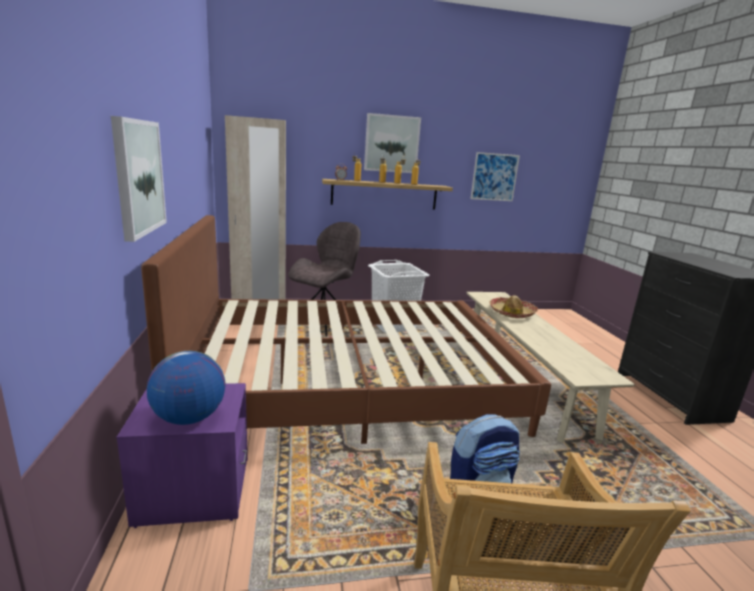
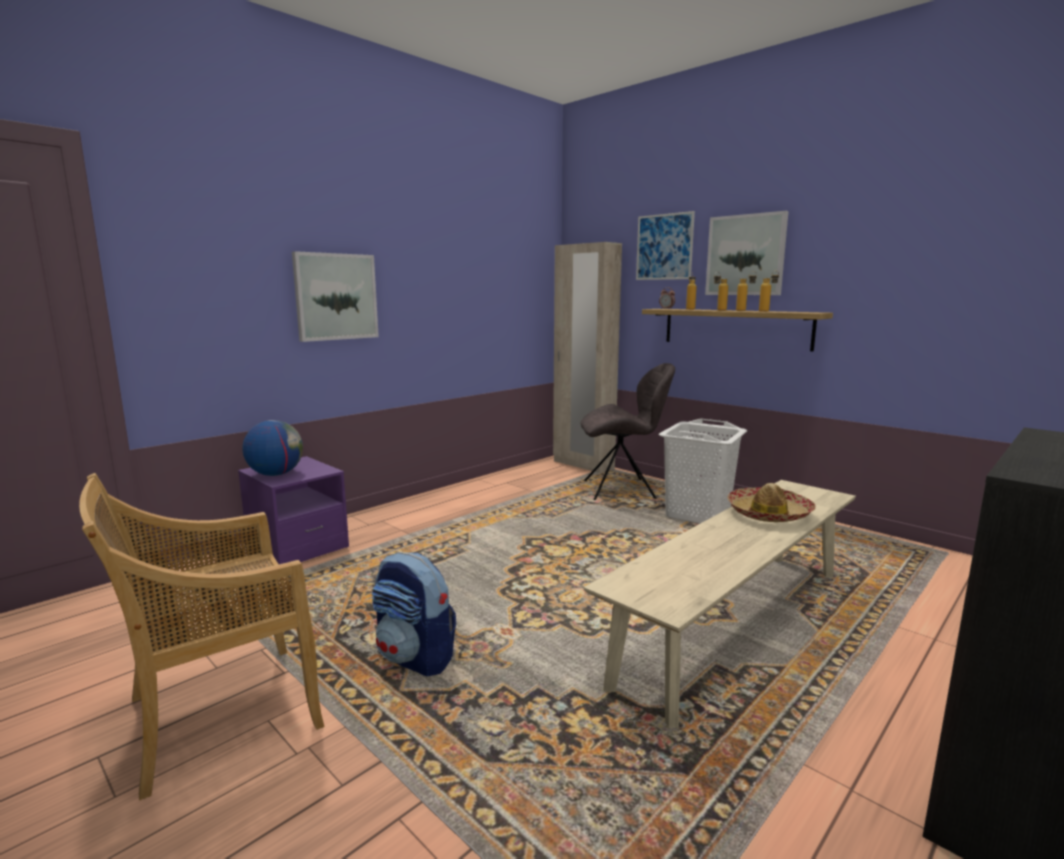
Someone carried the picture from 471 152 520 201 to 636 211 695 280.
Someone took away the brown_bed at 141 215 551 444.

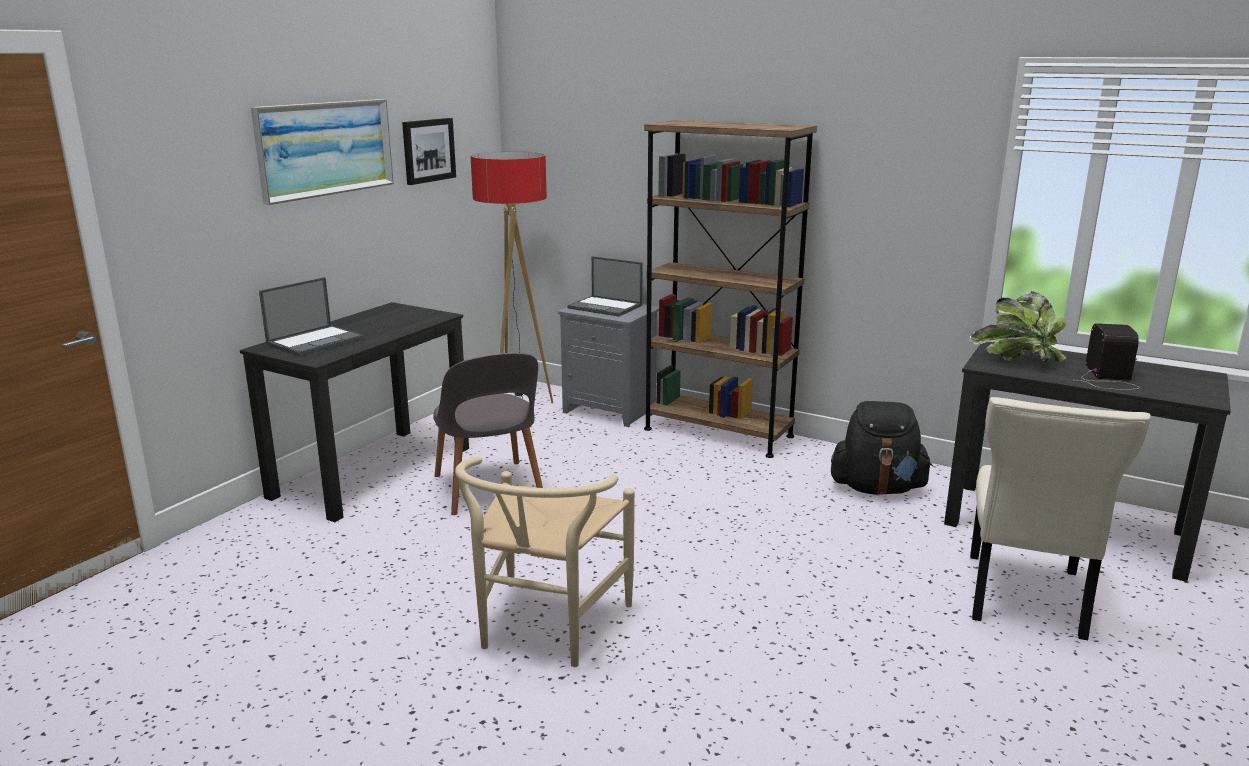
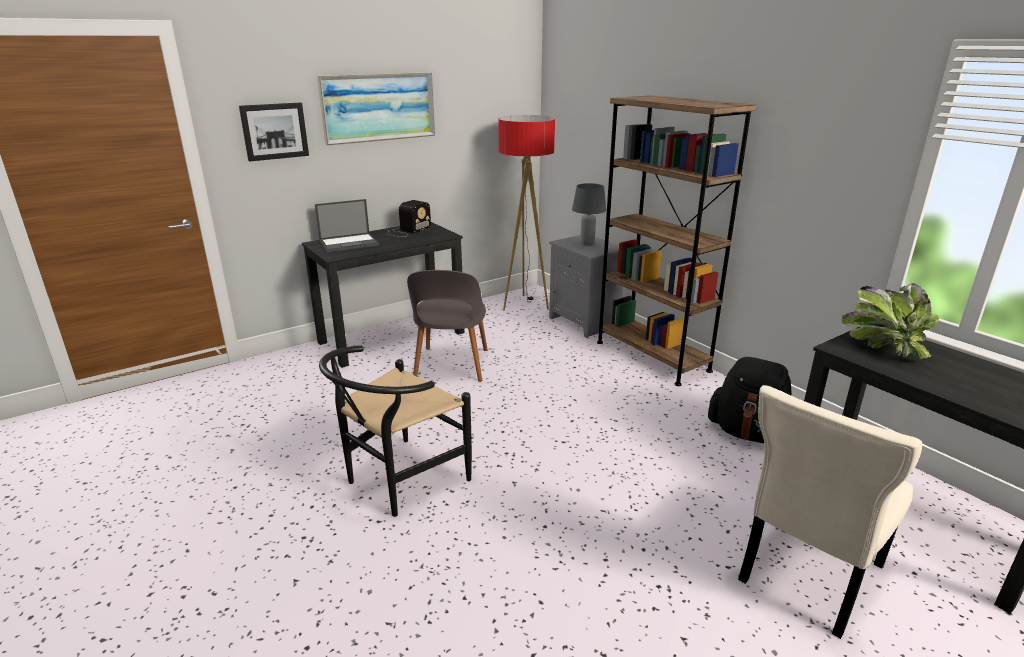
Someone carried the picture from 402 118 456 185 to 239 102 309 162.
Someone repainted the beige_chair at 455 456 635 667, which became the black_chair at 319 346 472 517.
Someone carried the radio from 1075 323 1140 390 to 386 200 431 237.
Someone swapped the laptop at 568 256 643 317 for the grey_table_lamp at 572 183 606 245.

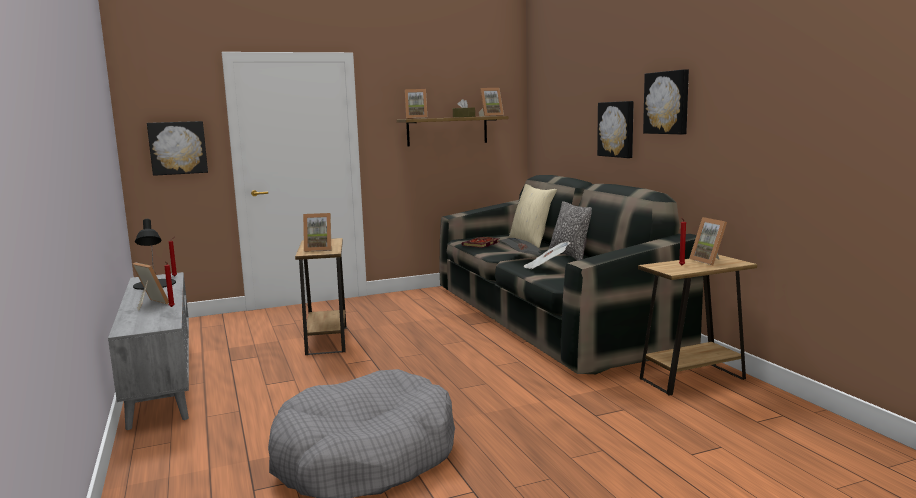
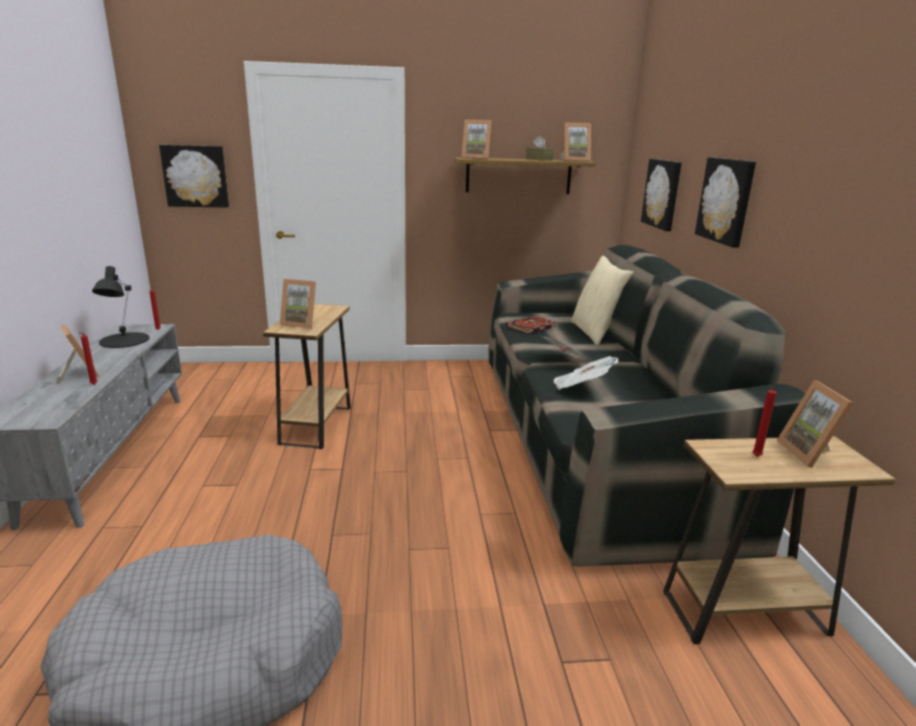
Someone carried the picture from 643 69 689 134 to 641 159 682 231.
Someone took away the pillow at 548 201 592 260.

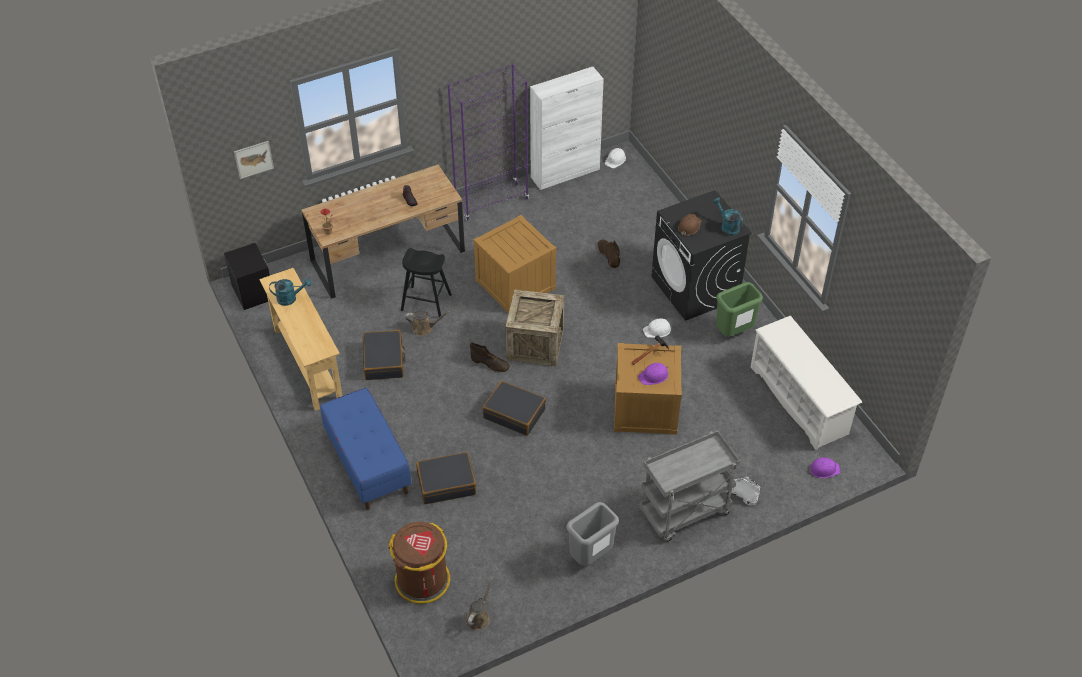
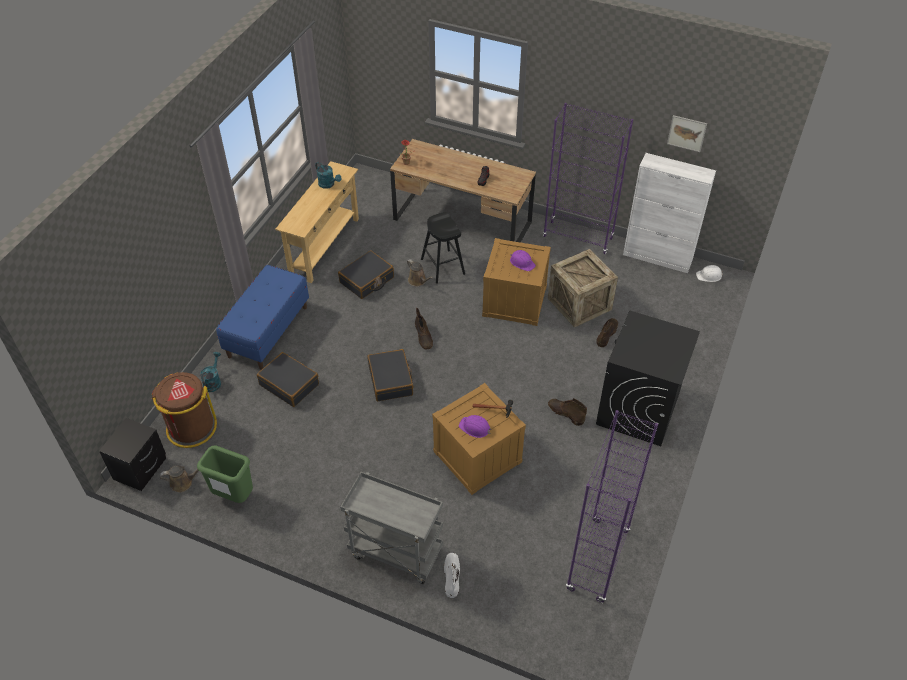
Someone carried the black_nightstand from 224 243 270 310 to 99 418 166 491.
Someone carried the green_trash_can from 716 282 763 337 to 197 445 253 503.
Someone carried the turquoise_watering_can from 713 197 743 236 to 200 352 221 392.
Someone carried the purple_hard_hat from 808 457 841 478 to 510 250 536 271.
Someone carried the crate from 505 289 564 366 to 548 249 618 327.
Someone swapped the white_hard_hat at 643 318 672 338 for the brown_boot at 548 398 587 426.
Someone swapped the white_shoe_rack at 751 316 862 450 for the purple_bookcase at 566 410 658 603.
Someone carried the picture from 234 141 274 179 to 667 115 707 152.
Someone took away the grey_trash_can at 566 502 619 566.
Someone took away the brown_hard_hat at 678 214 701 236.

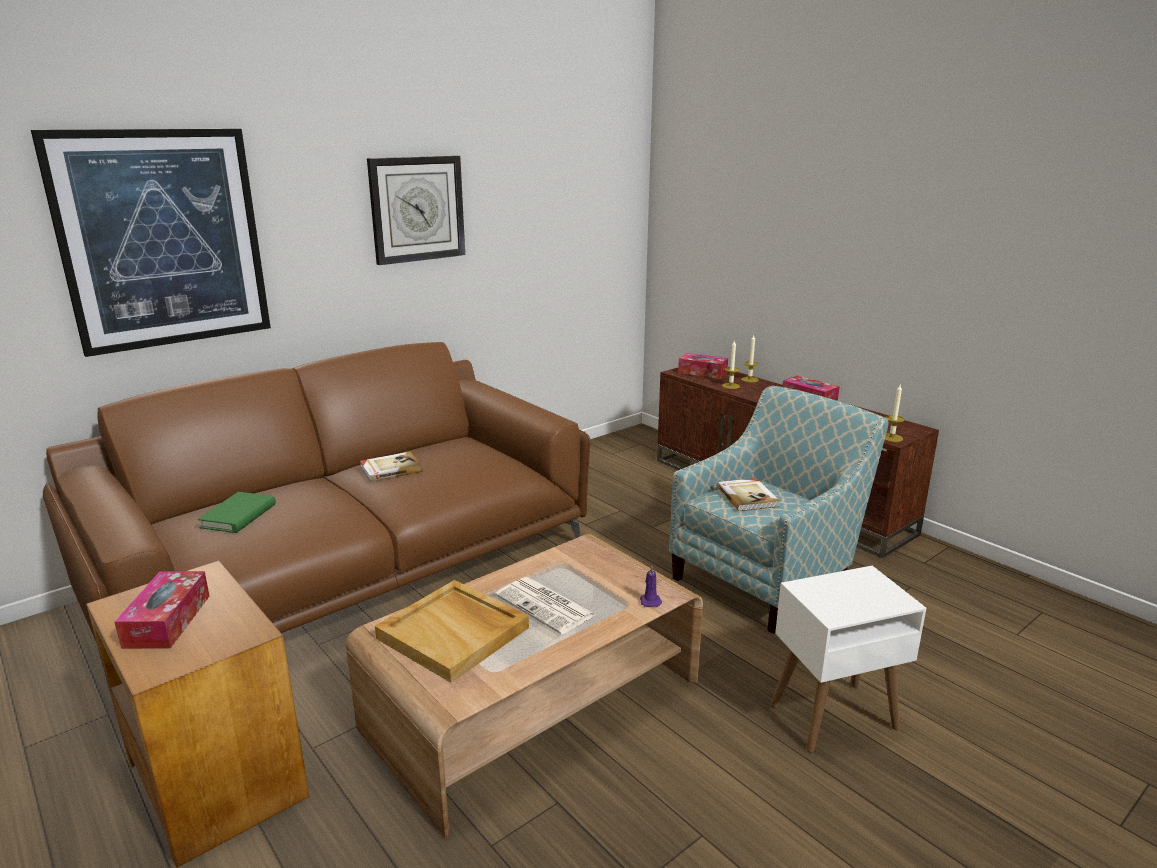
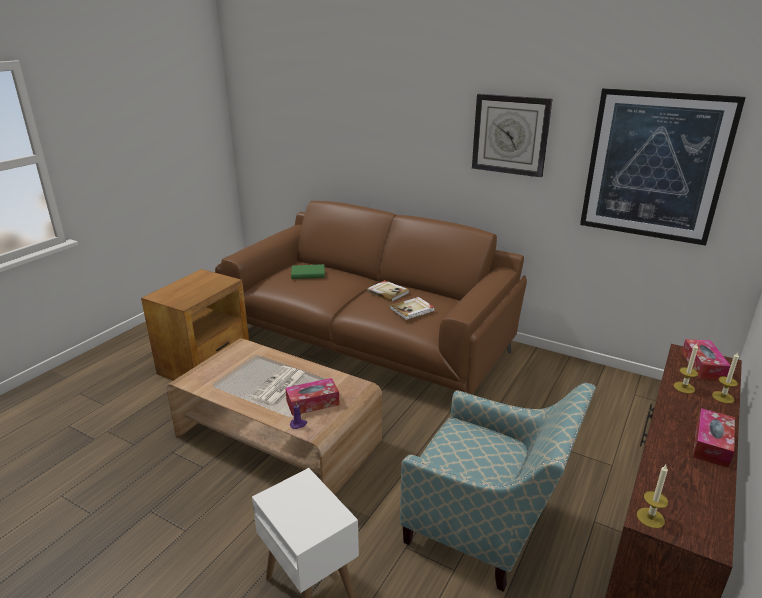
Someone carried the tissue_box from 114 571 210 649 to 285 378 340 416.
Someone carried the book from 716 478 780 511 to 390 297 435 320.
Someone carried the picture from 31 129 271 357 to 580 88 746 246.
Someone took away the beige_tray at 375 580 529 683.

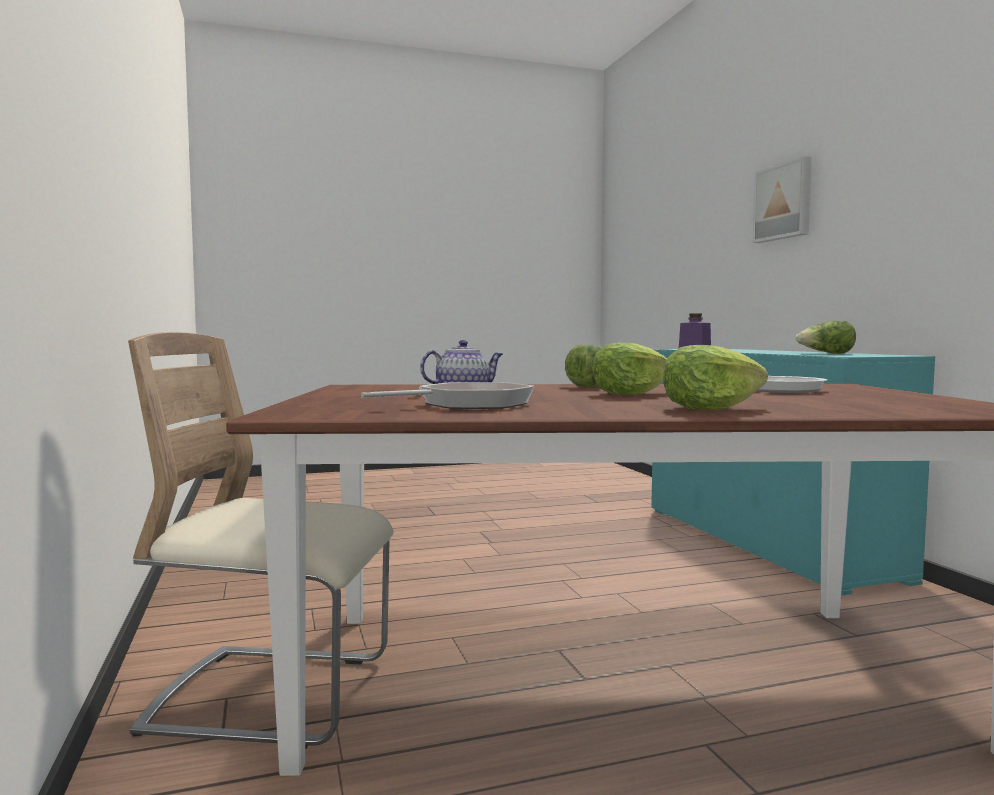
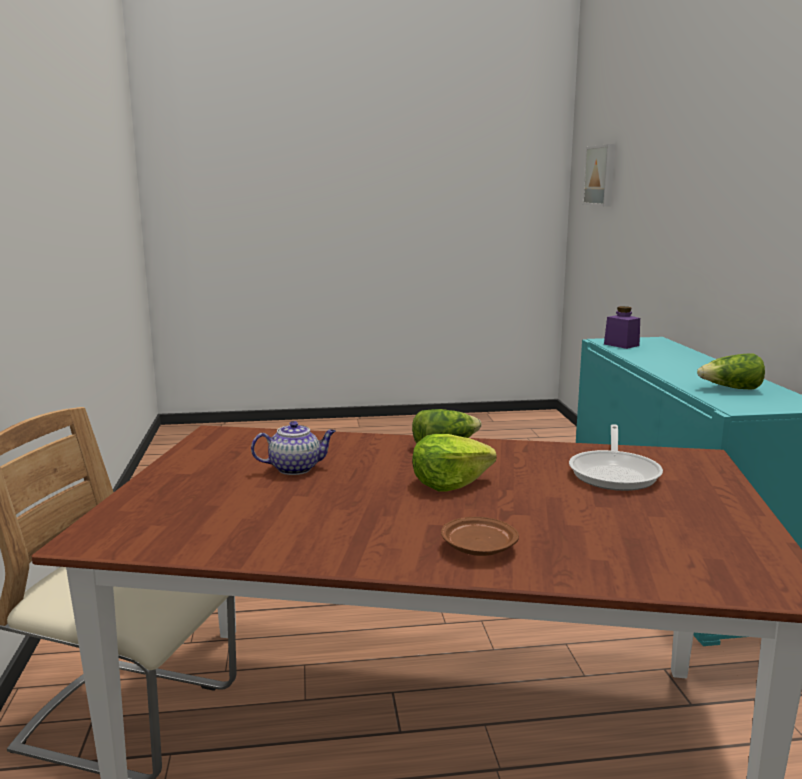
Someone swapped the lettuce at 663 345 768 410 for the brown_plate at 441 517 519 556.
Someone carried the picture from 752 156 812 243 to 583 144 615 206.
Someone took away the frying_pan at 361 382 535 409.

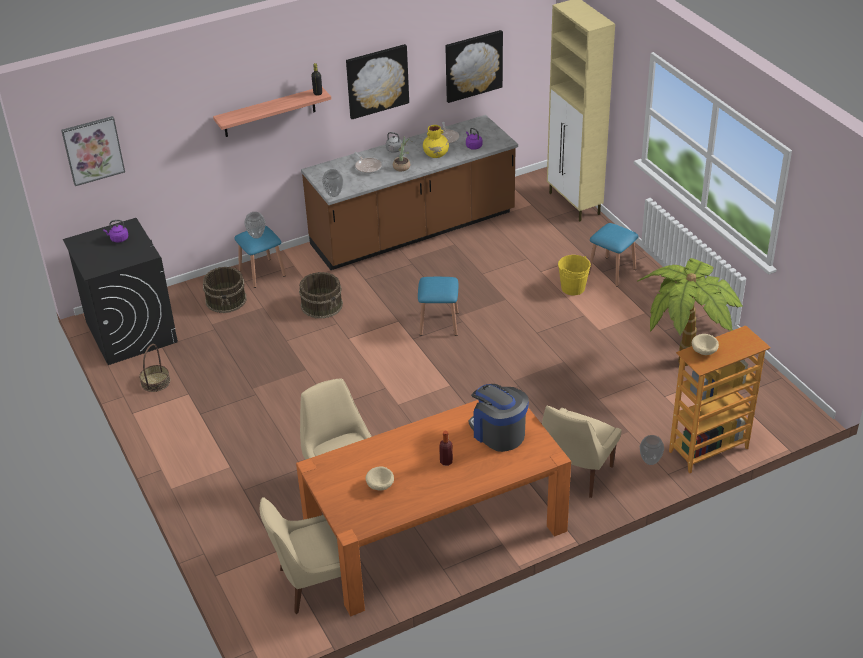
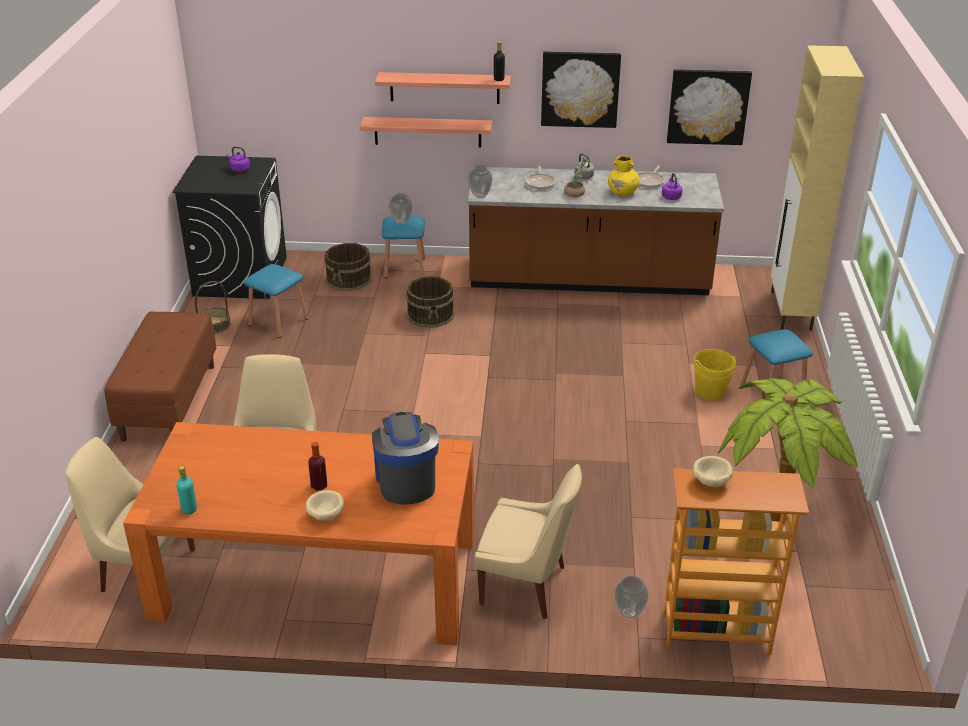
Someone put down the brown_bench at 105 312 217 442.
Someone put down the turquoise_bottle at 176 466 197 515.
Someone carried the blue_stool from 418 277 459 336 to 244 264 308 338.
Someone carried the beige_bowl from 366 466 394 491 to 306 490 344 521.
Someone put up the shelf at 359 117 492 148.
Someone rotated the beige_chair at 542 405 622 498 by 135 degrees counterclockwise.
Someone took away the picture at 61 116 125 186.

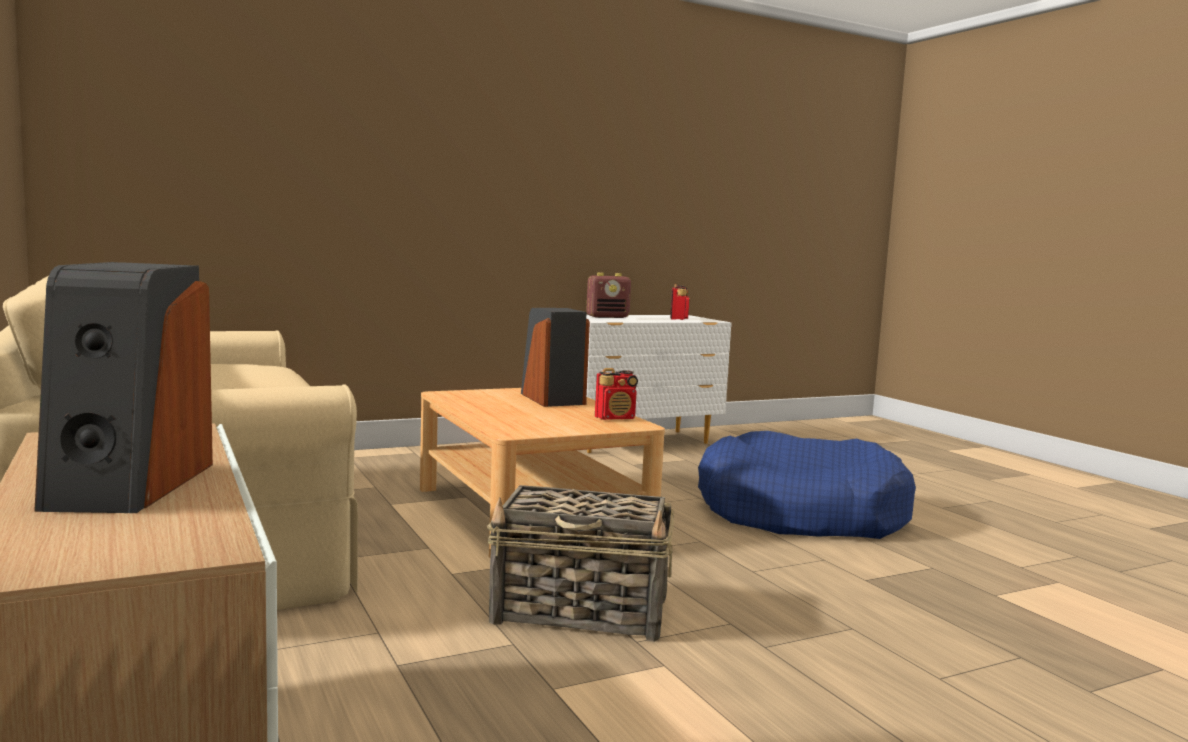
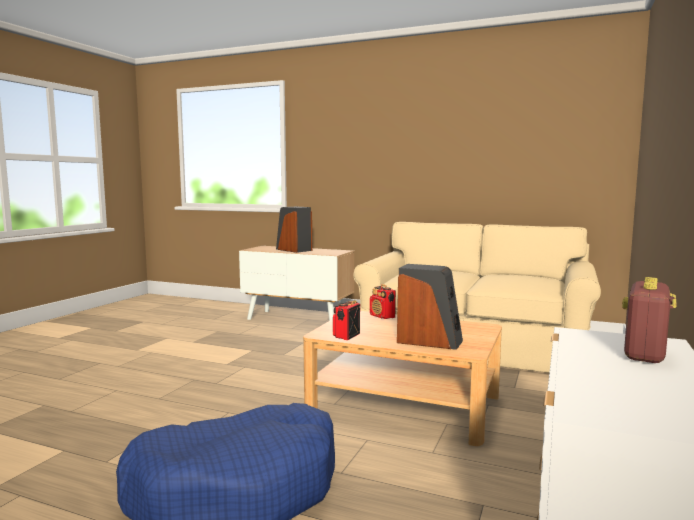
Someone carried the radio from 670 284 689 320 to 370 284 396 319.
Someone took away the basket at 487 485 674 642.

